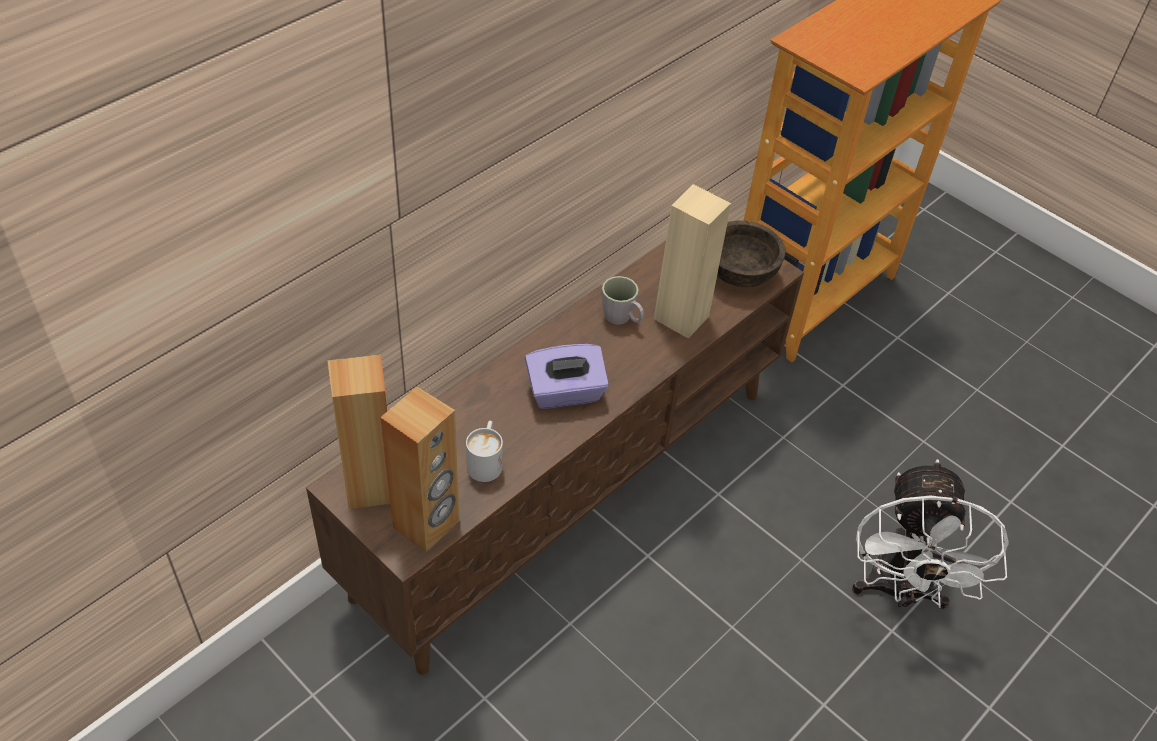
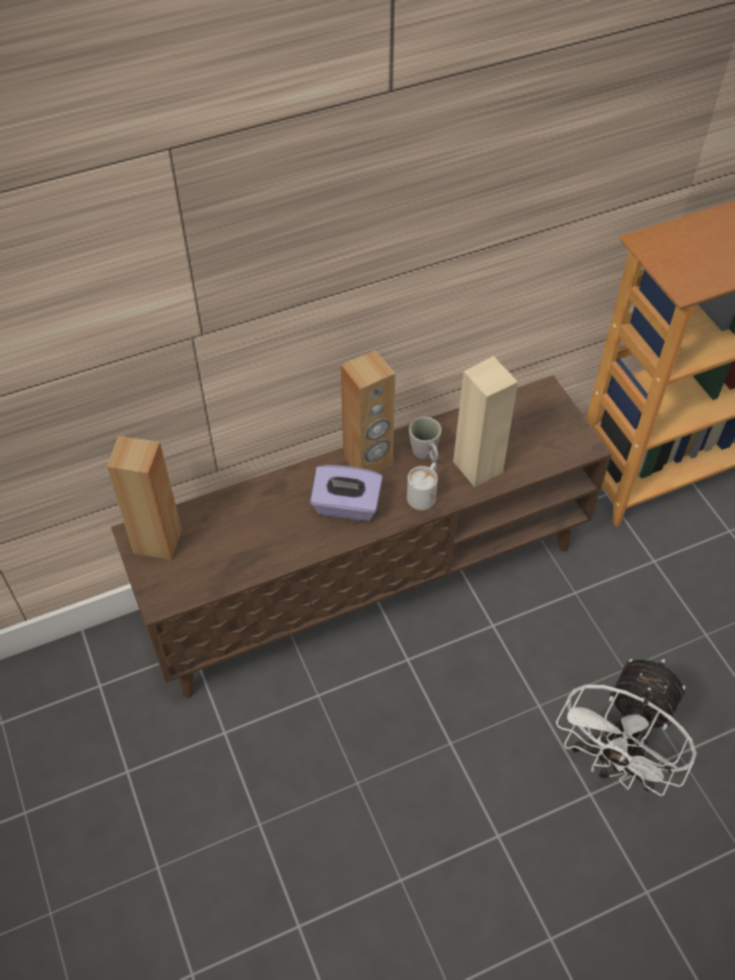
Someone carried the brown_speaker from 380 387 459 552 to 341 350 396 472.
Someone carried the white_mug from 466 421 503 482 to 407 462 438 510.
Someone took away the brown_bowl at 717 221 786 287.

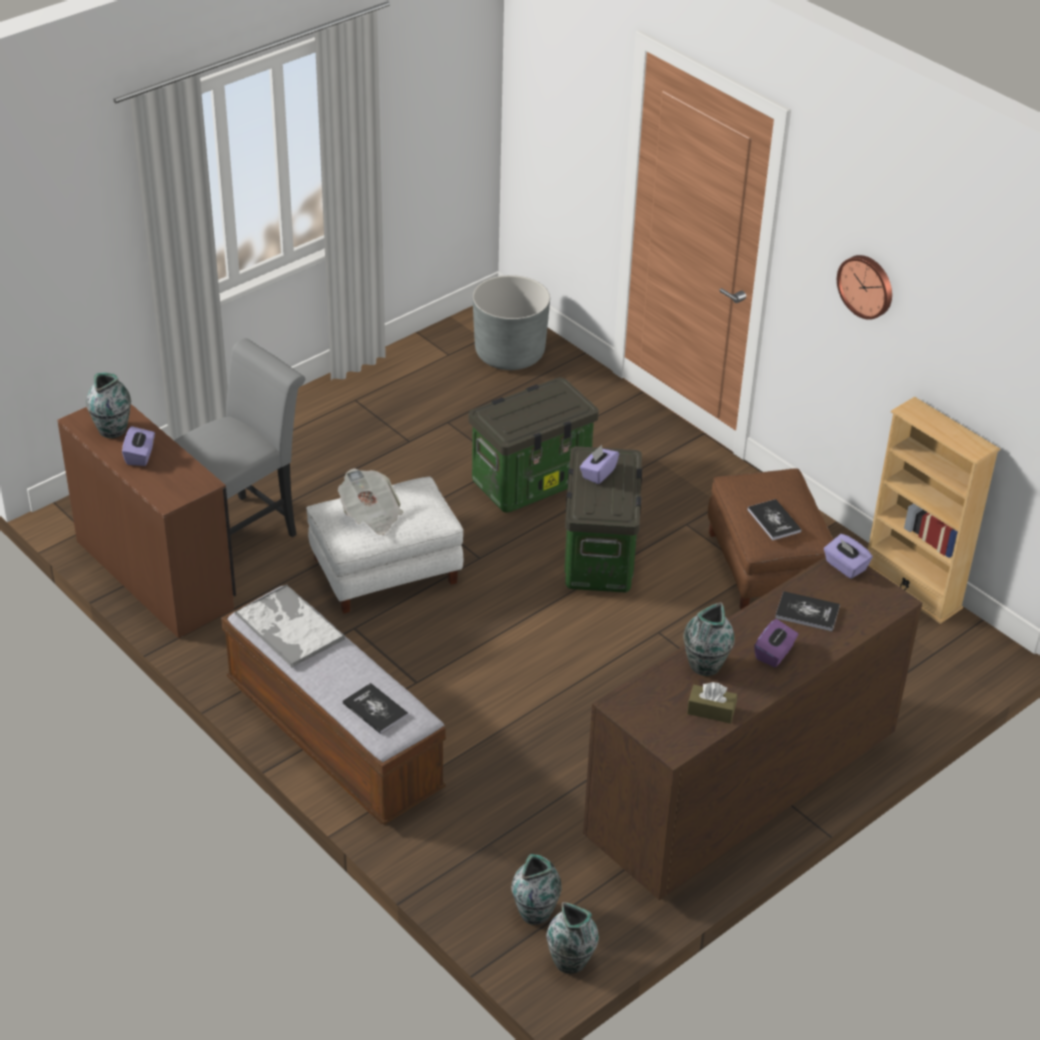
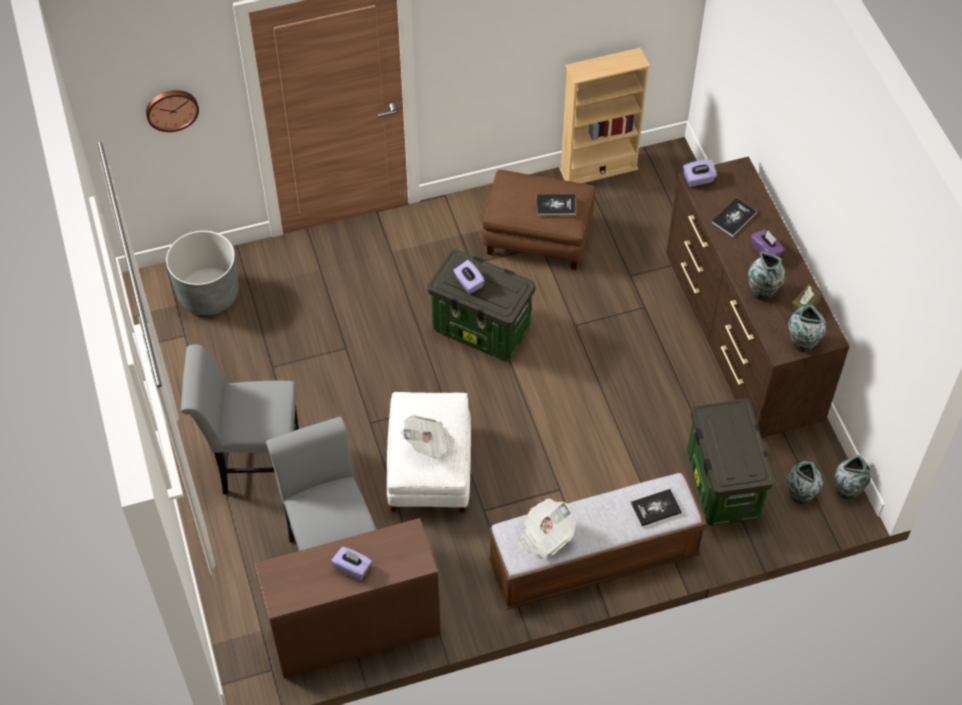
Someone carried the wall_clock from 837 255 892 320 to 146 90 199 132.
Someone put down the grey_chair at 181 345 299 494.
Someone swapped the tray at 235 584 345 668 for the newspaper at 517 498 575 559.
Someone carried the storage_box from 469 377 599 513 to 687 399 774 526.
Someone carried the vase from 86 372 131 438 to 788 305 826 352.

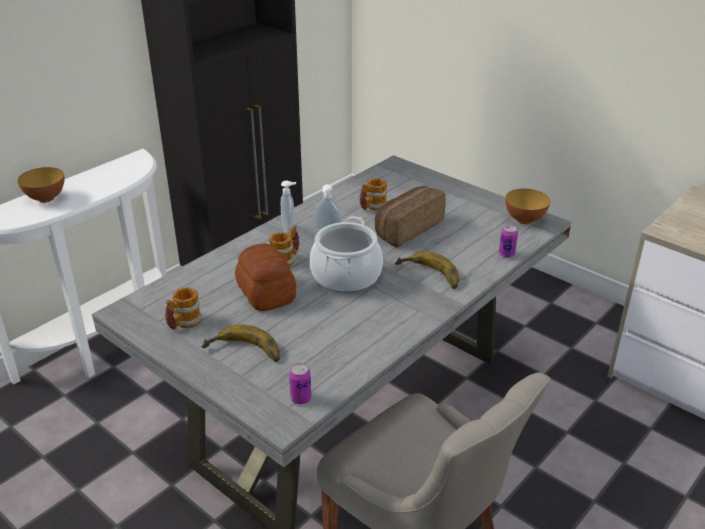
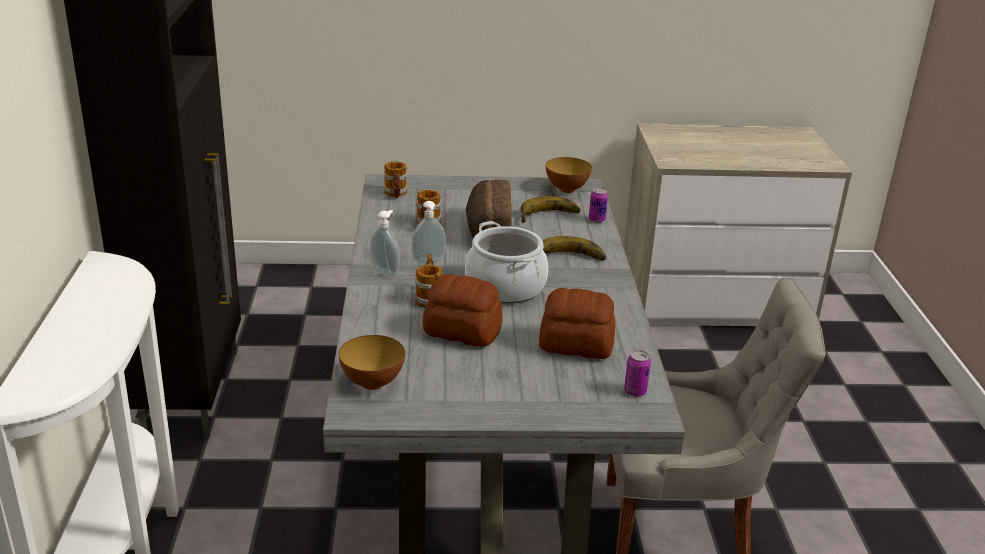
Someone carried the bowl from 18 167 64 203 to 339 335 405 390.
Someone carried the mug from 165 287 202 330 to 383 162 408 198.
Someone carried the banana from 202 324 280 362 to 520 196 580 223.
Someone put down the bread at 539 288 615 359.

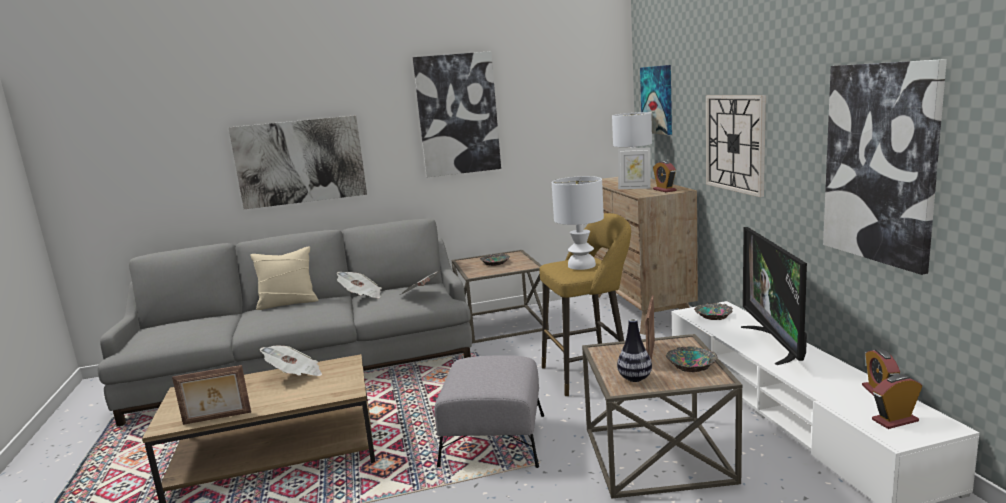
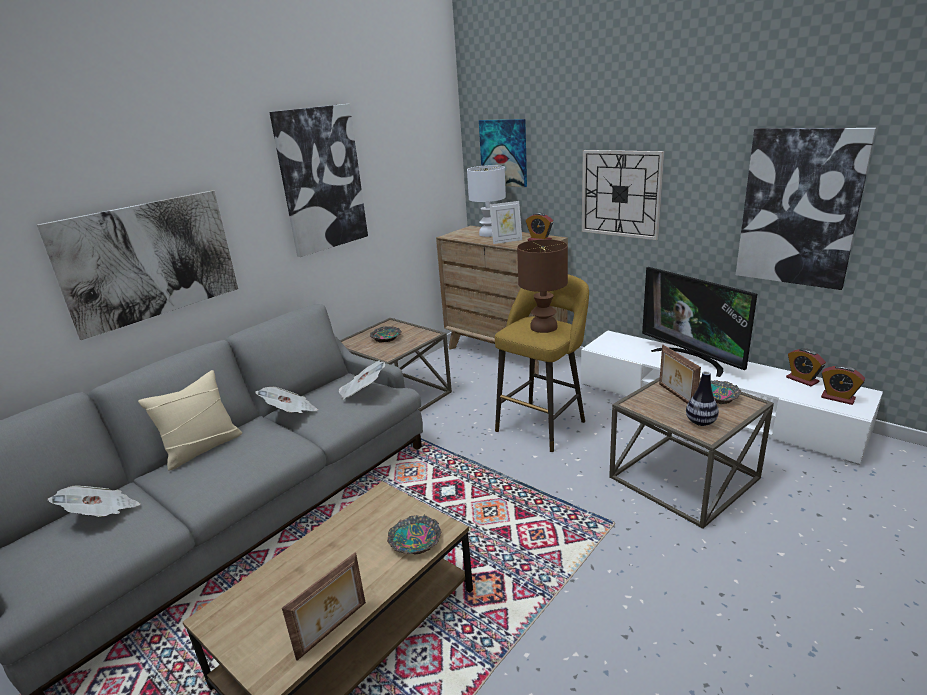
Someone carried the newspaper from 260 346 322 376 to 48 485 141 517.
Someone carried the bowl from 694 303 733 320 to 387 515 441 554.
Someone repainted the white_table_lamp at 552 176 604 270, which became the brown_table_lamp at 517 239 568 333.
Someone rotated the alarm_clock at 872 374 922 429 by 90 degrees counterclockwise.
Someone took away the grey_ottoman at 434 355 544 468.

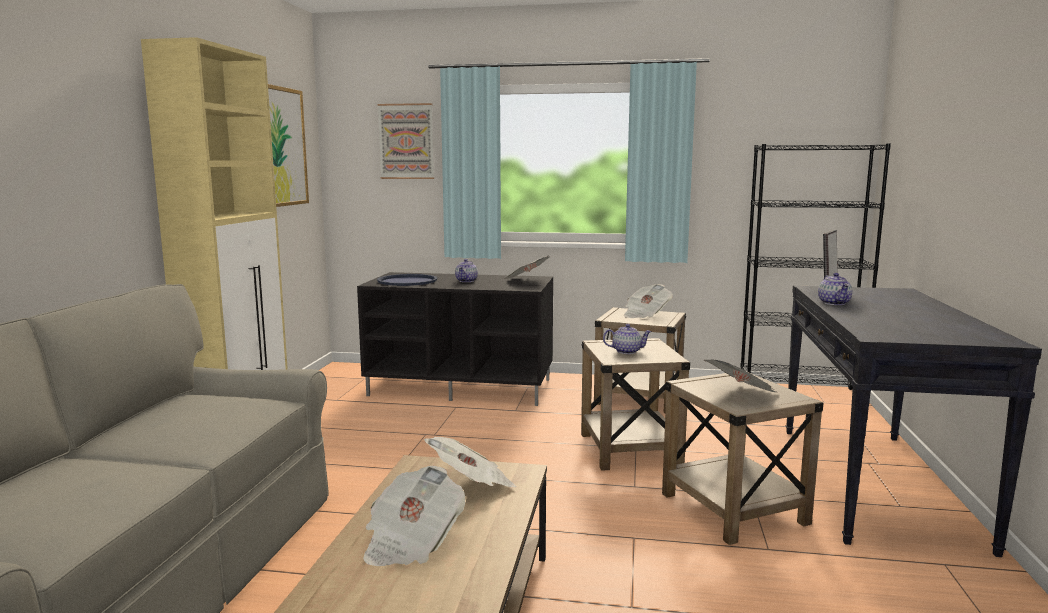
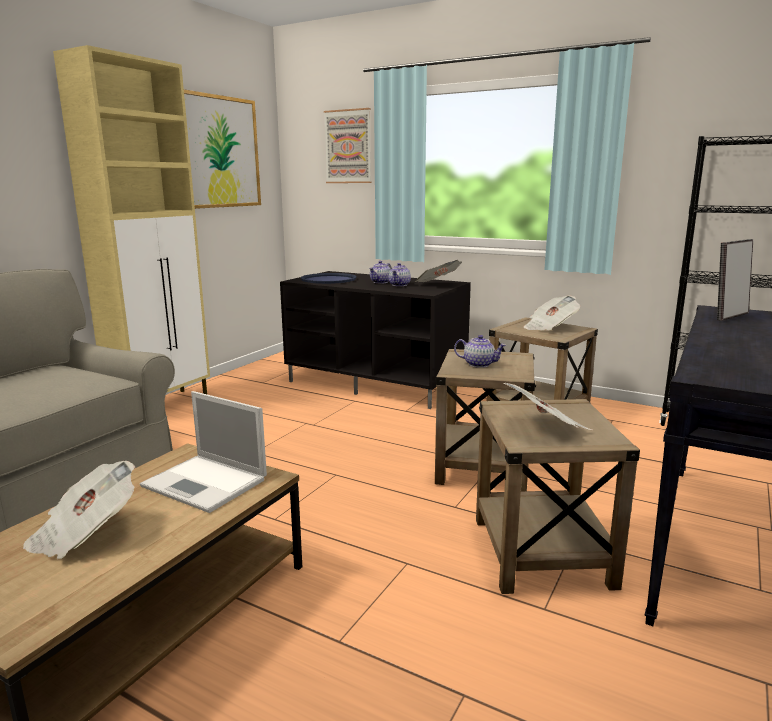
Someone swapped the newspaper at 424 437 517 488 for the laptop at 140 391 267 513.
Someone carried the teapot from 818 273 852 305 to 388 263 411 286.

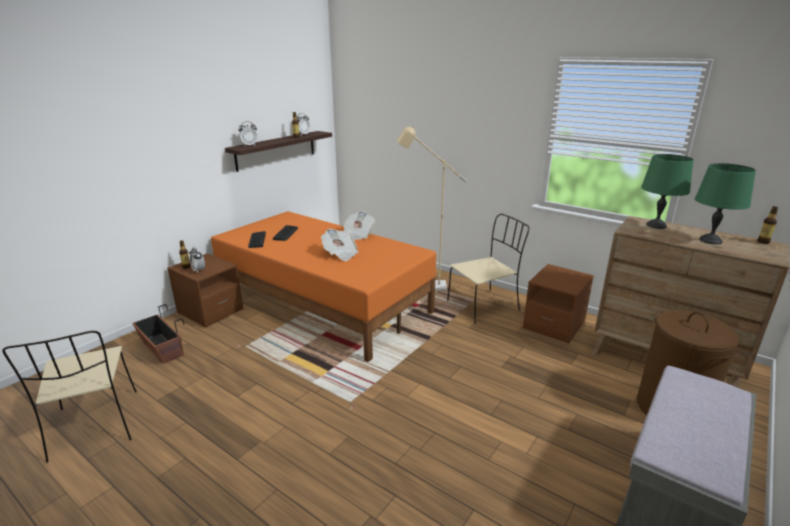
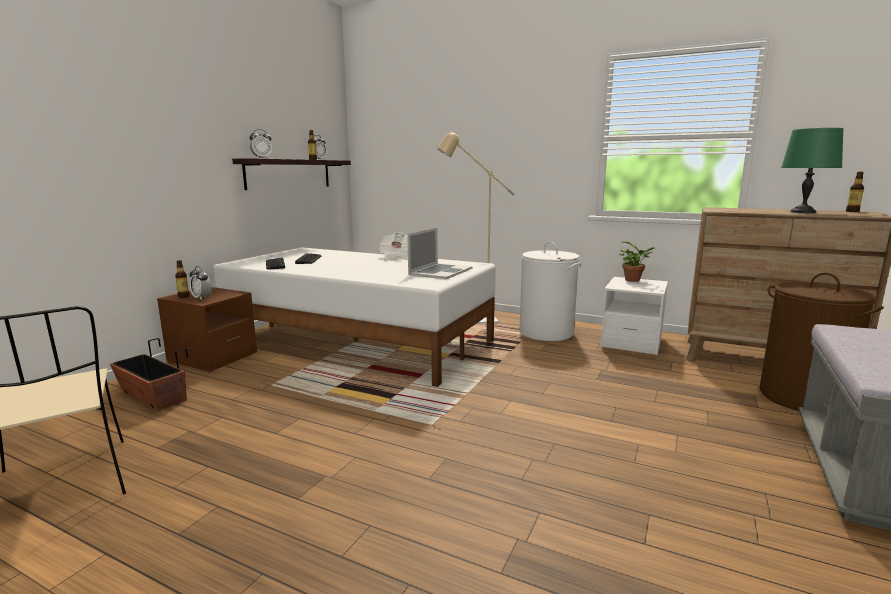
Someone repainted the orange_bed at 211 211 436 362, which became the white_bed at 213 248 496 387.
Someone put down the laptop at 407 228 473 279.
Someone swapped the beige_chair at 447 214 529 324 for the white_laundry_basket at 519 241 581 341.
Someone repainted the brown_nightstand at 523 264 594 344, which became the white_nightstand at 600 277 668 355.
Someone put down the potted_plant at 619 241 656 282.
Someone took away the newspaper at 321 229 359 261.
Someone took away the green_table_lamp at 641 154 694 229.

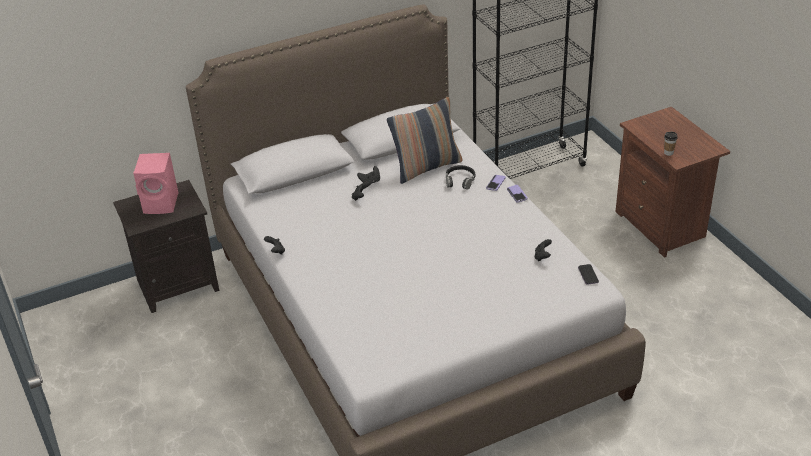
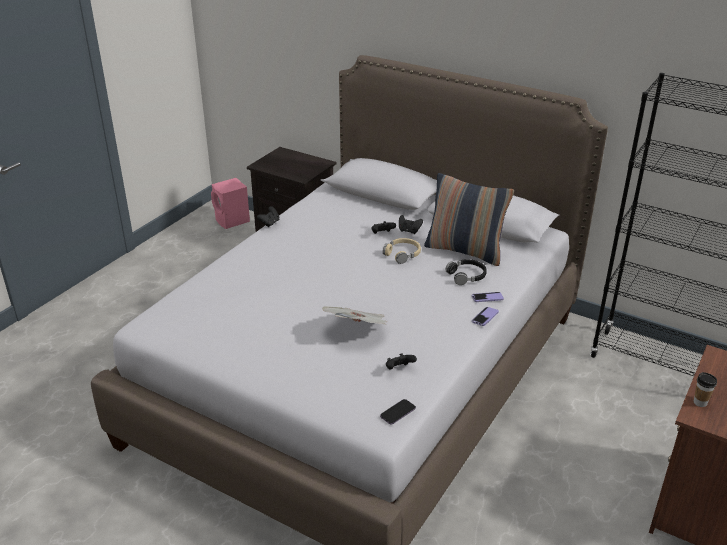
Someone carried the pink_speaker from 133 153 178 214 to 211 178 250 229.
Someone put down the newspaper at 322 306 387 325.
Someone put down the beige_headphones at 383 238 421 264.

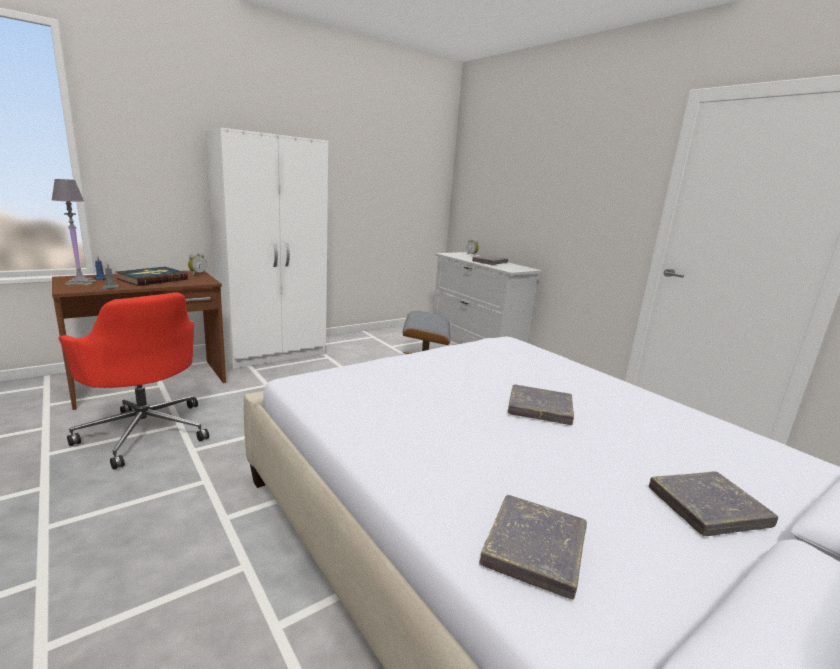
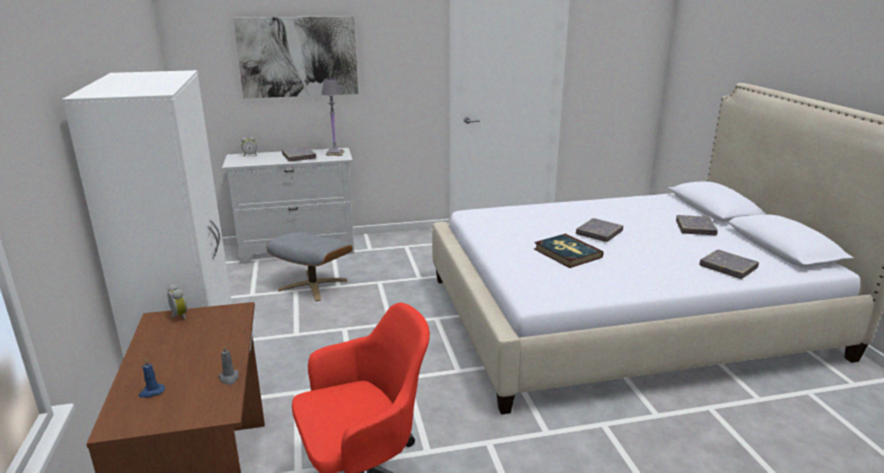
Someone put up the picture at 234 16 358 98.
Someone carried the grey_table_lamp from 51 179 96 287 to 321 78 344 156.
Someone carried the book from 116 267 188 286 to 534 234 603 268.

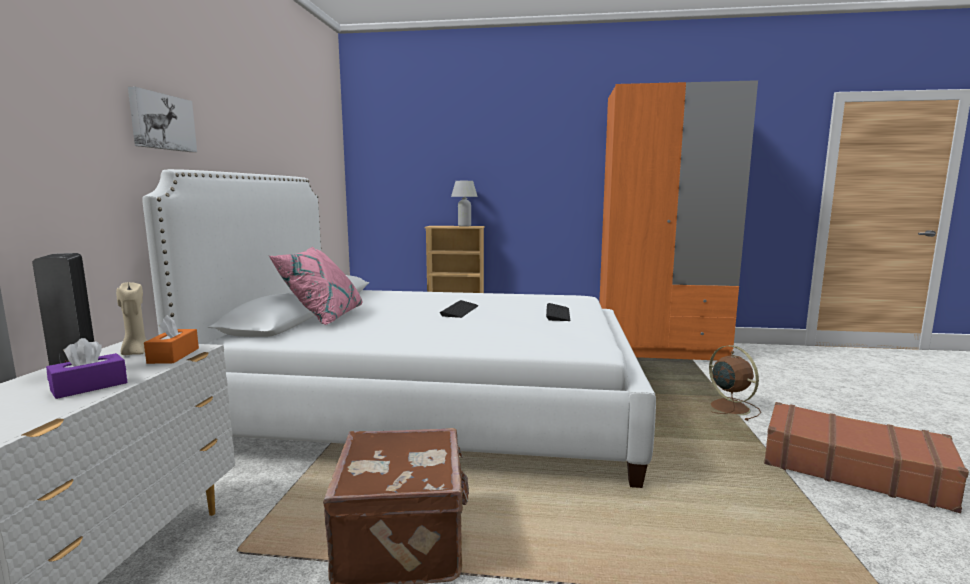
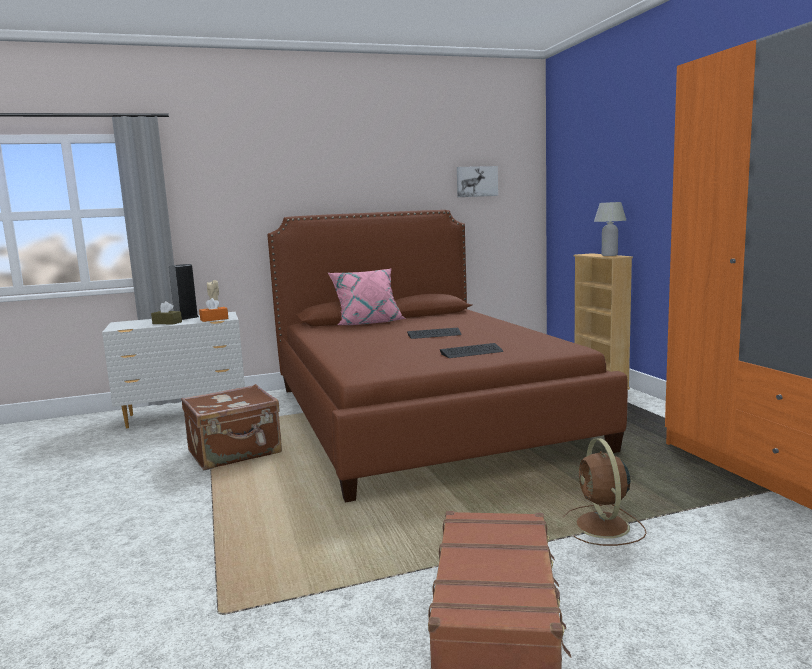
Someone repainted the purple_tissue_box at 46 338 127 399, which became the brown_tissue_box at 151 301 182 324.
Someone repainted the white_bed at 142 169 656 488, which became the brown_bed at 267 210 628 503.
Someone carried the picture from 128 87 197 152 to 457 166 498 197.
Someone rotated the brown_fan at 709 345 761 421 by 135 degrees clockwise.

